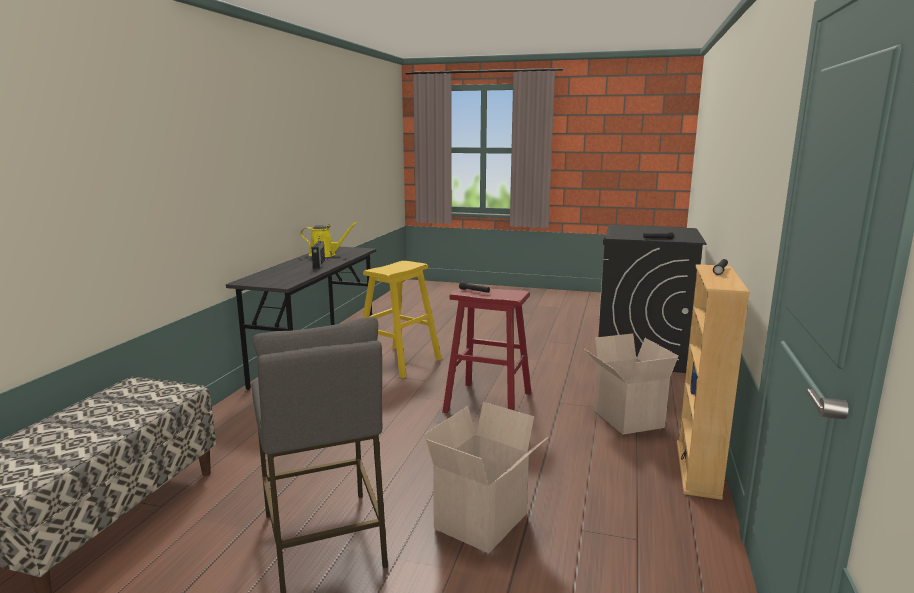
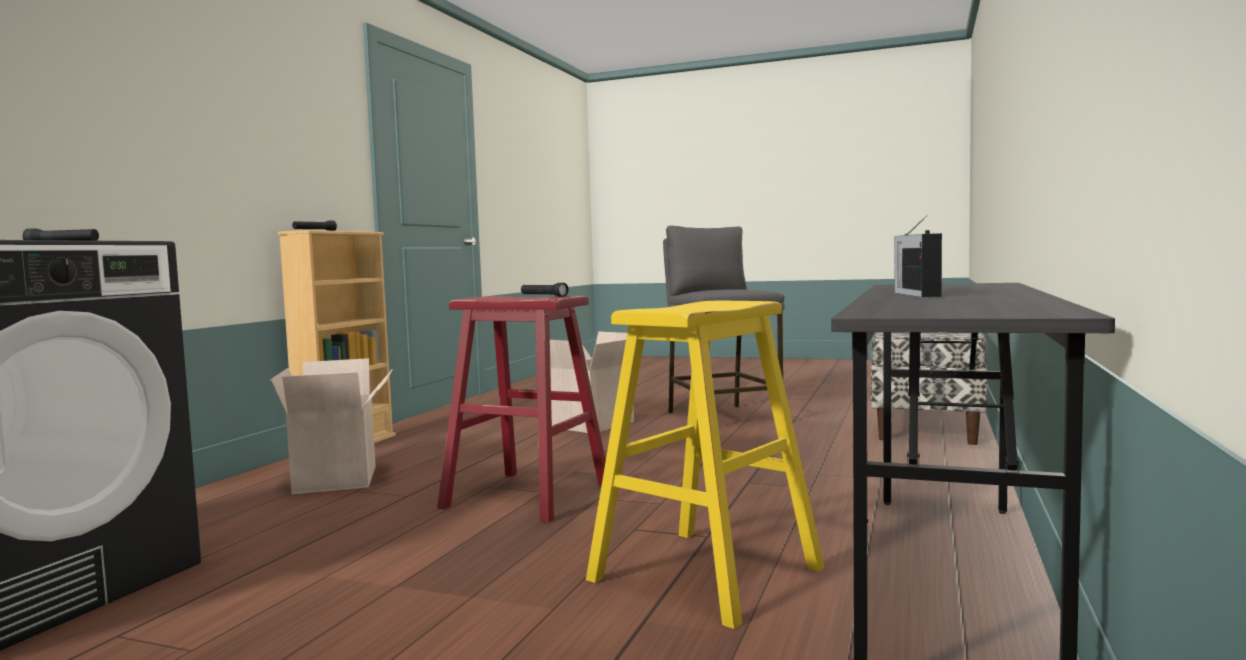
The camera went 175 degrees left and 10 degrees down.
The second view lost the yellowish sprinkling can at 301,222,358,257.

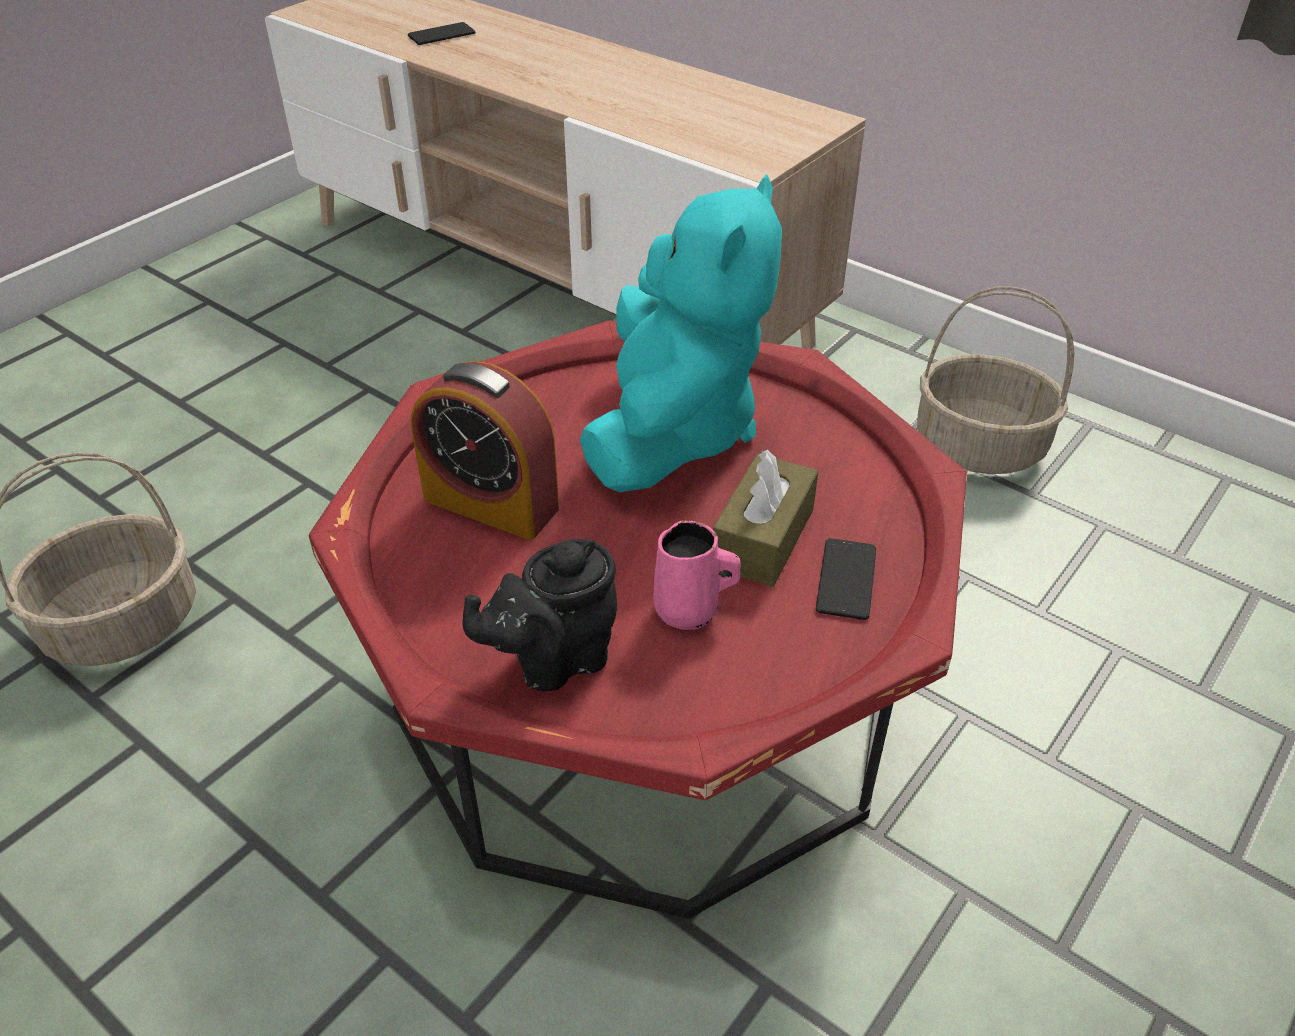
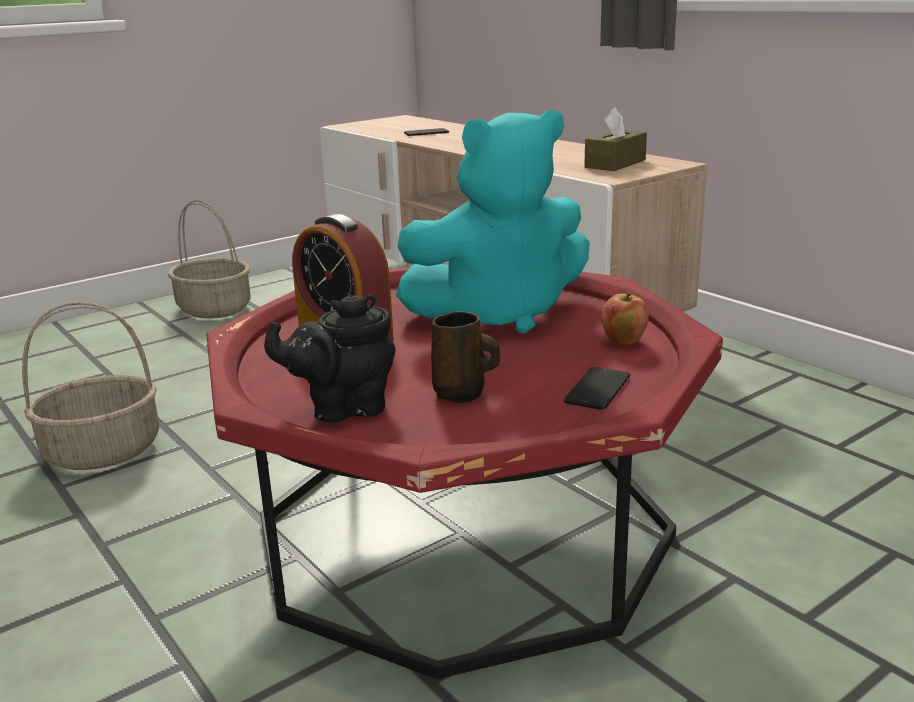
The camera went 15 degrees right and 20 degrees down.
The blue-green soft toy at 580,174,782,492 ended up facing another way, 45 degrees clockwise from before.
The storage basket ended up elsewhere, having gone from 917,286,1074,474 to 168,200,251,319.
The brown tissue holder ended up elsewhere, having gone from 713,450,818,587 to 584,107,647,171.
What was the pink-coloured mug at 653,520,741,630 turned into the brown mug at 431,311,500,403.
The second view gained the whole apple at 602,293,649,344.

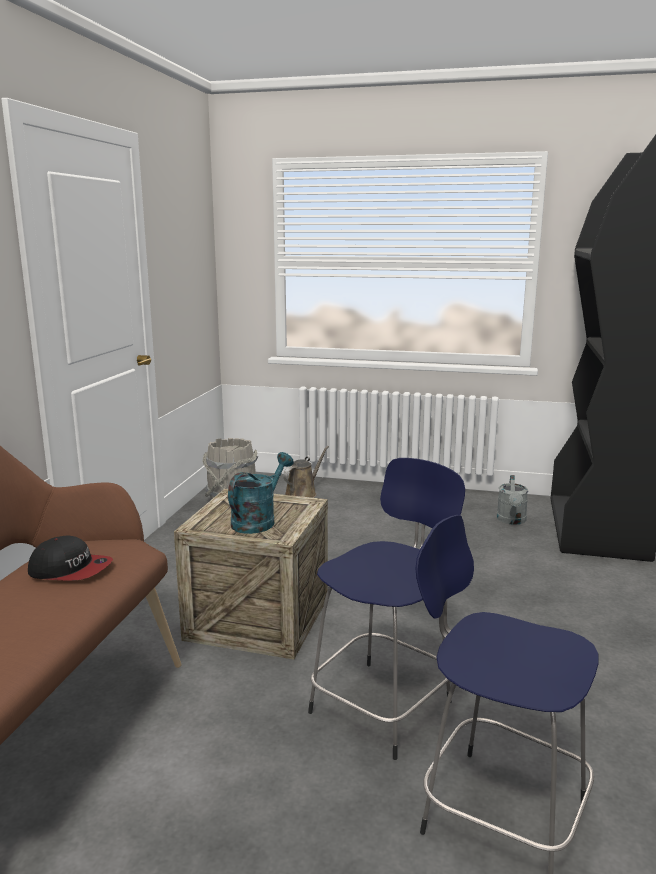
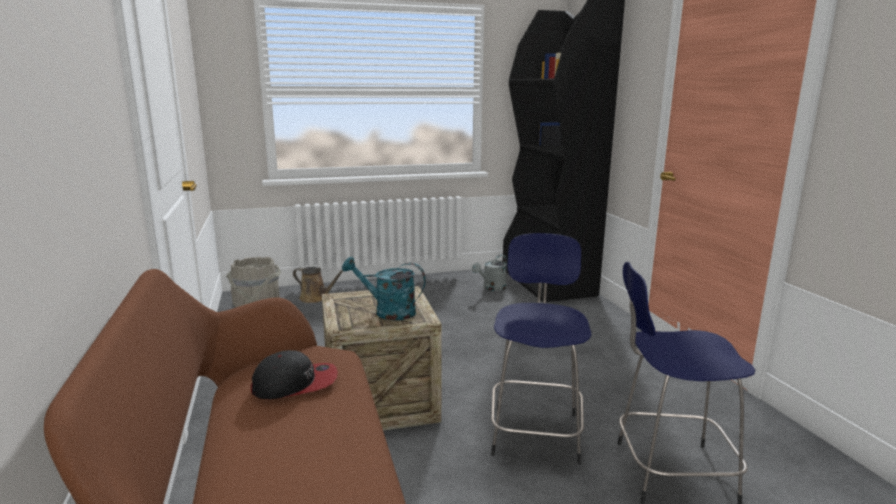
The camera went 30 degrees left and 0 degrees up.
The brown sprinkling can at 283,446,329,498 ended up facing another way, 105 degrees clockwise from before.
The blue-green sprinkling can at 228,452,294,534 ended up facing another way, 75 degrees counterclockwise from before.
The grey sprinkling can at 497,475,528,525 ended up facing another way, 60 degrees clockwise from before.

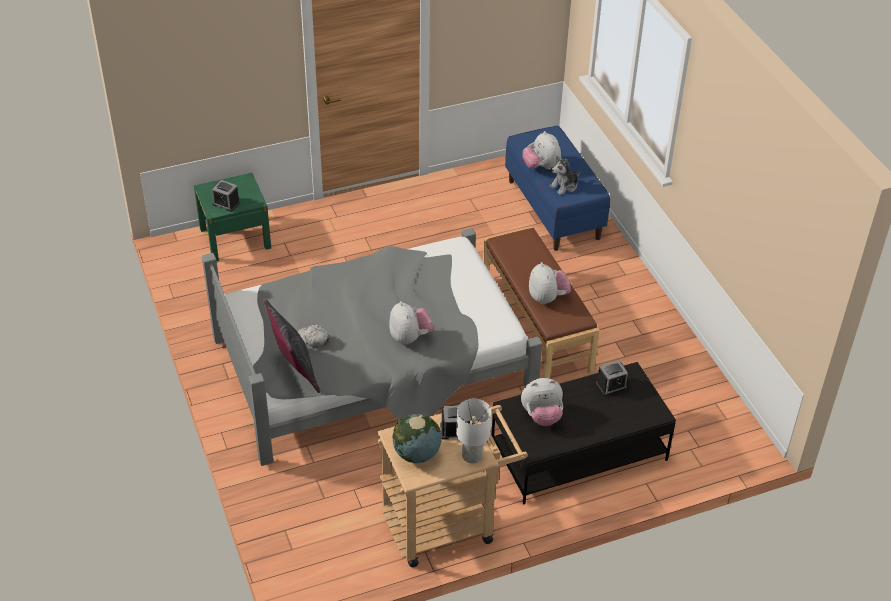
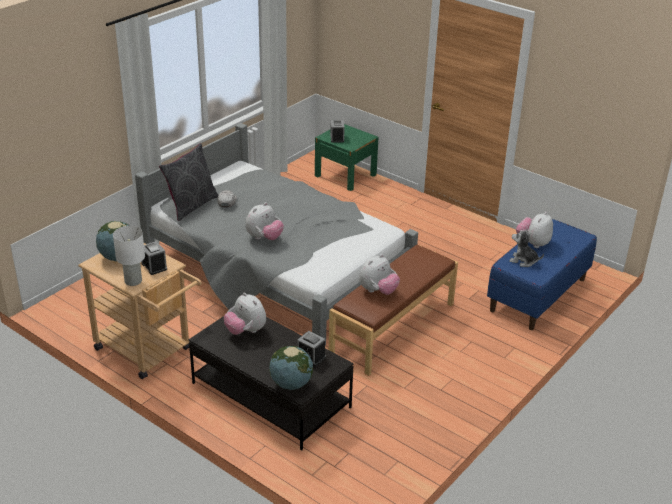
The camera went 60 degrees right and 10 degrees down.
The second view gained the desk globe at 269,346,313,390.

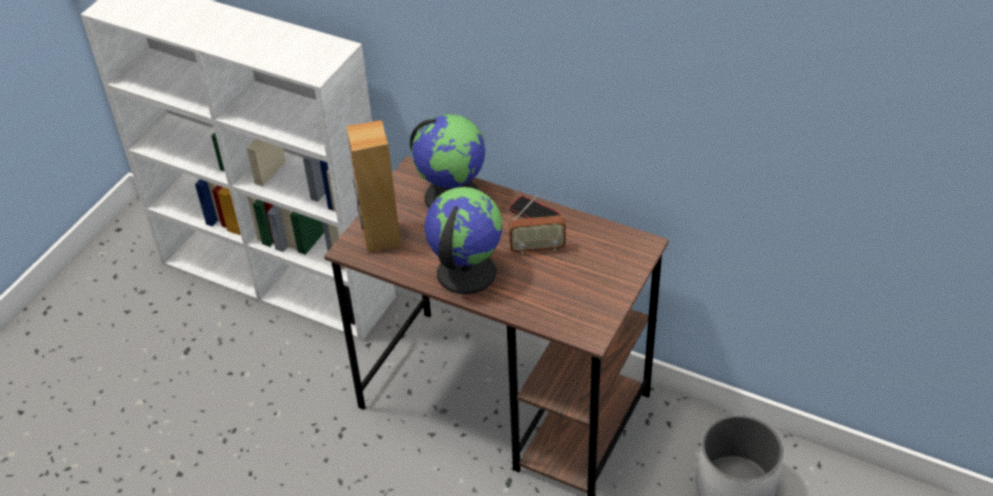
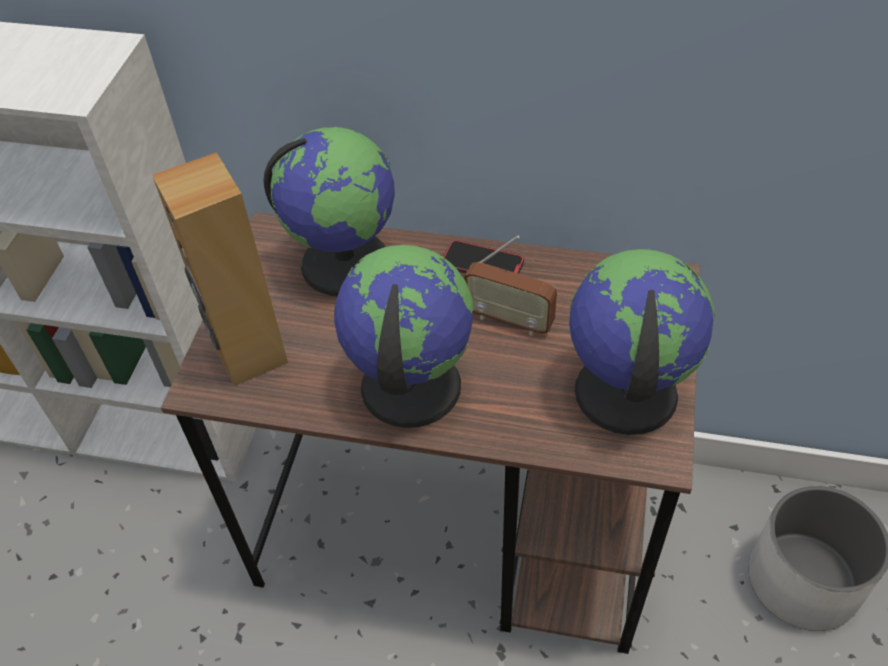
The camera went 15 degrees left and 5 degrees up.
The radio at 509,195,566,254 ended up facing another way, 45 degrees clockwise from before.
The second view gained the desk globe at 568,249,715,435.

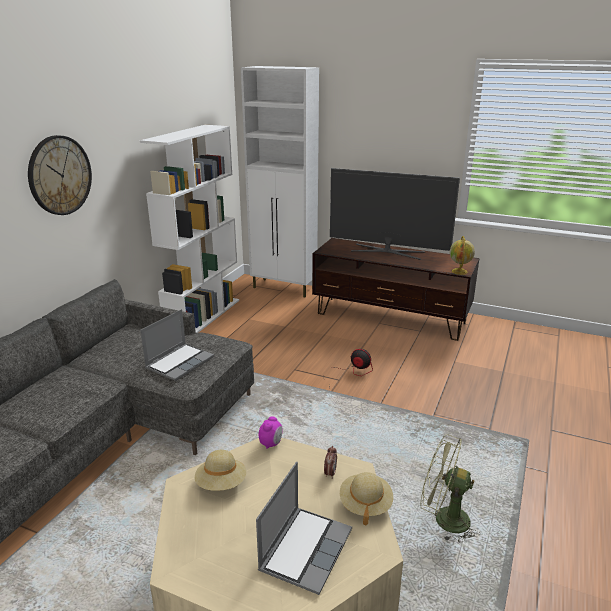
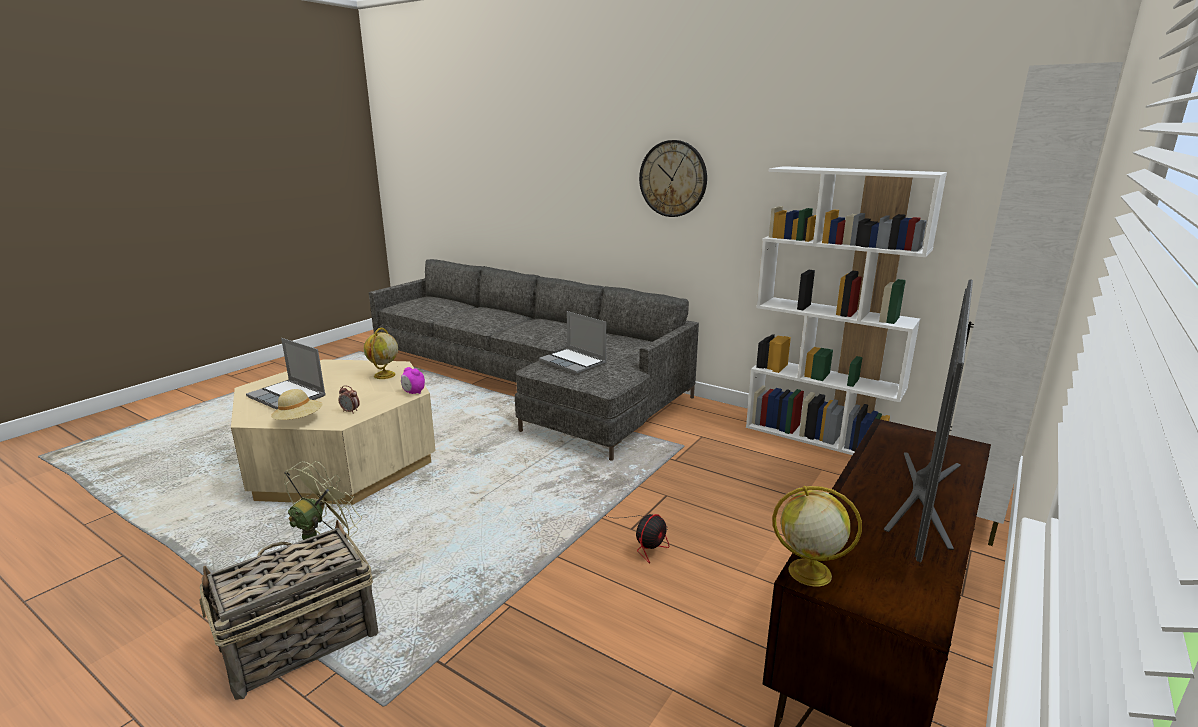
The camera went 100 degrees right and 5 degrees down.
Where the beige clothing hat stood at 195,450,246,491, the desk globe came to stand at 364,328,398,379.
The second view gained the storage basket at 199,520,379,700.

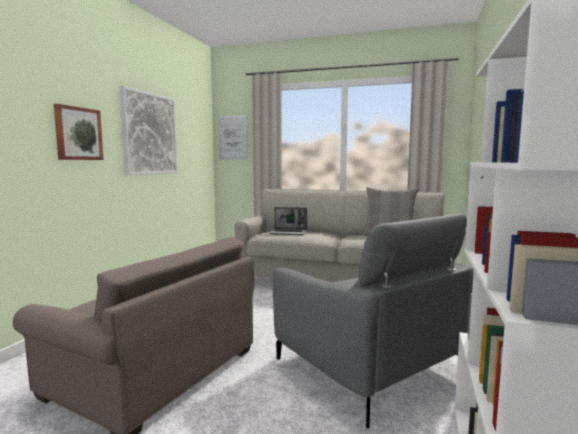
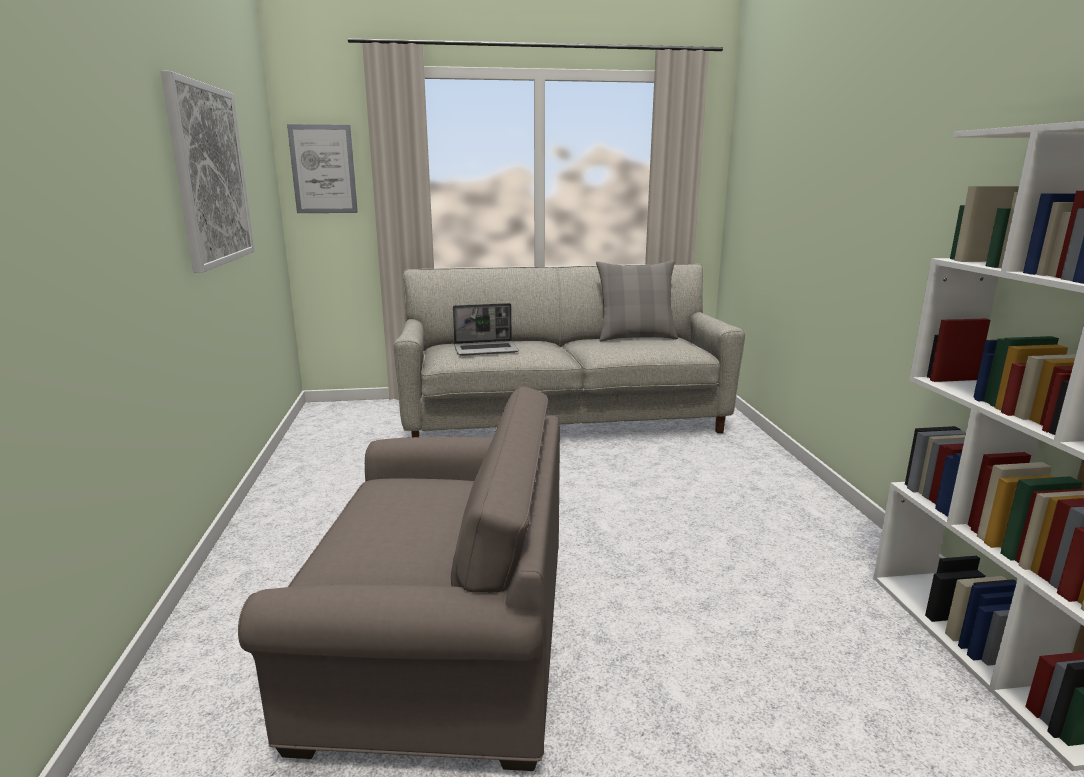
The camera went 25 degrees left and 10 degrees up.
The second view lost the picture at 54,104,103,160.
The second view lost the grey armchair at 273,214,474,428.

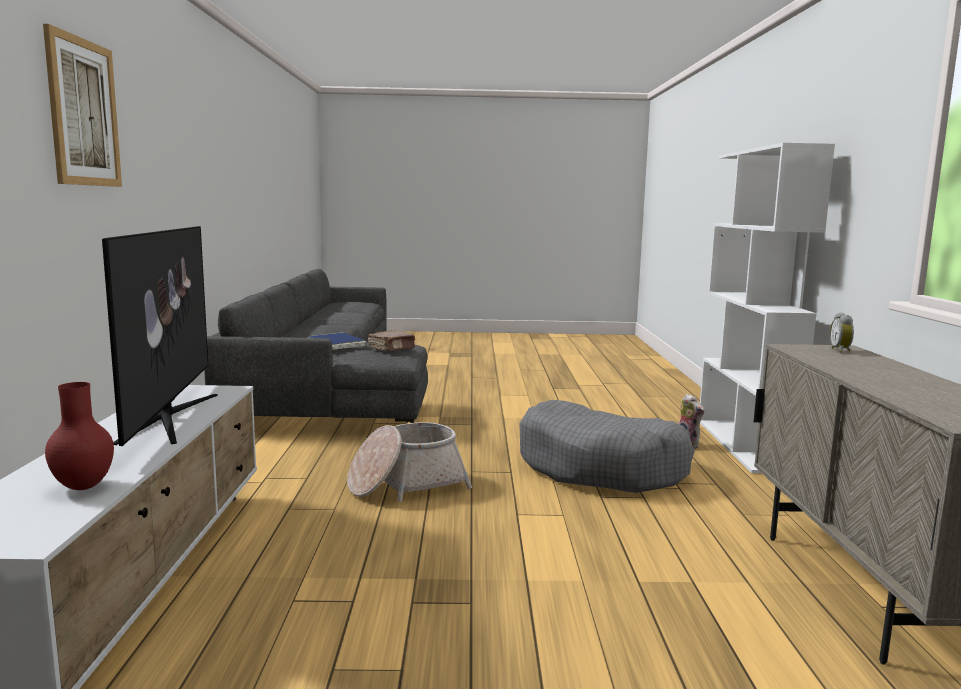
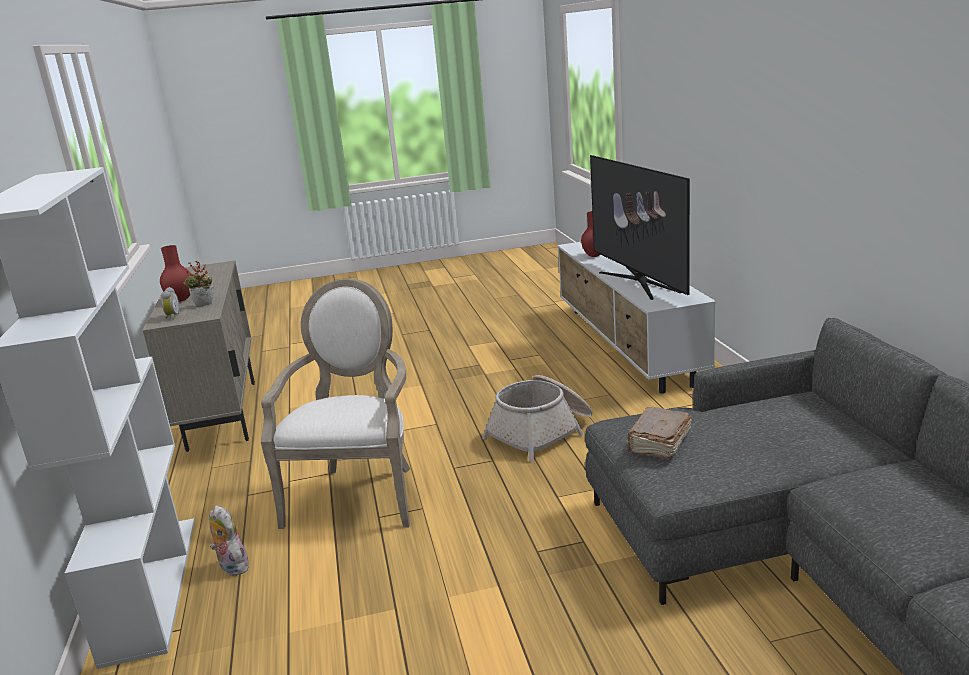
The camera went 170 degrees right and 10 degrees up.
The second view lost the picture at 43,24,122,187.
The second view lost the bluish volume at 308,333,367,350.
Where the grey dog bed stood at 519,400,695,493, the armchair came to stand at 261,279,410,529.
The second view gained the red flower vase at 160,245,190,302.
The second view gained the houseplant at 184,261,214,307.

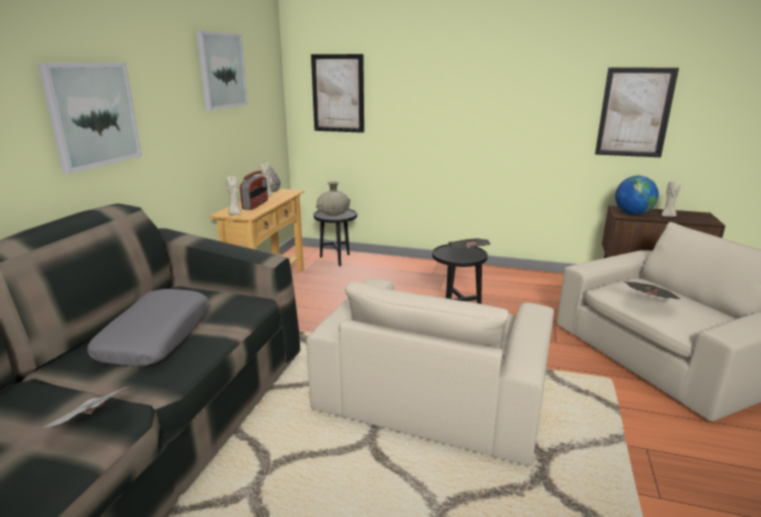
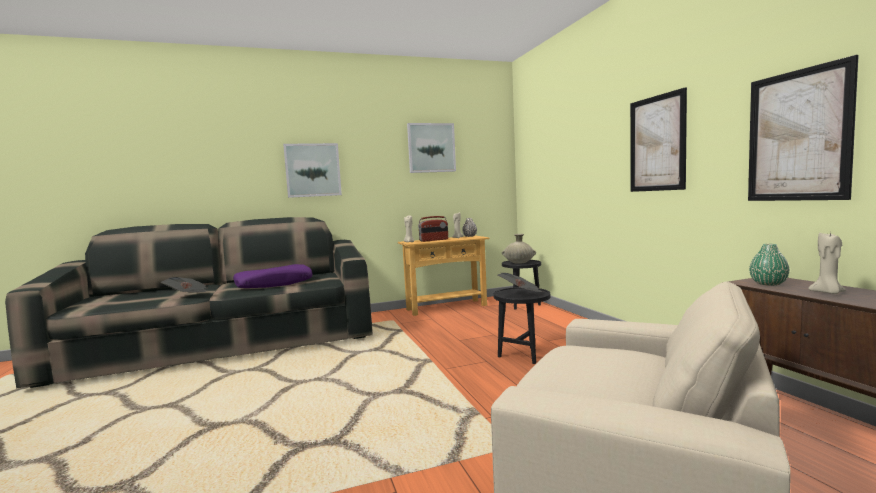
The camera went 55 degrees right and 15 degrees down.
The picture ended up elsewhere, having gone from 311,54,364,133 to 630,87,687,192.
Where the desk globe stood at 615,176,659,215, the greenish flower vase came to stand at 749,244,789,286.
The second view lost the beige armchair at 306,279,554,466.
The second view lost the daily paper at 624,281,680,300.
What was the grey pillow at 87,289,210,366 turned into the purplish pillow at 233,264,312,288.

